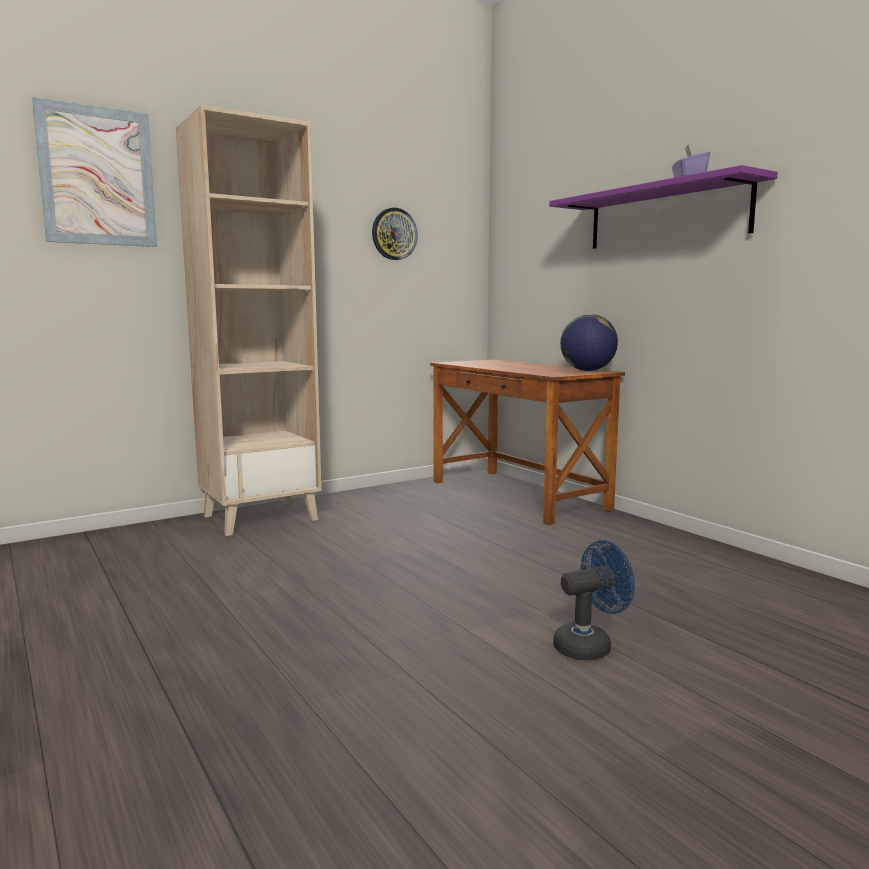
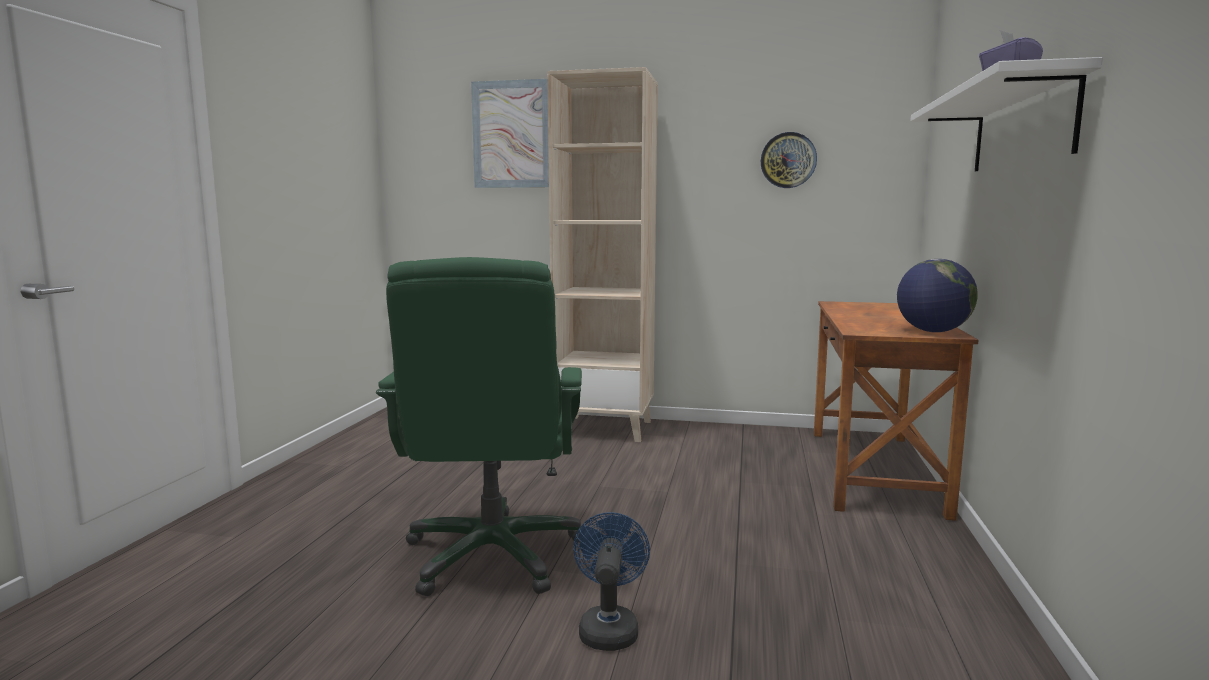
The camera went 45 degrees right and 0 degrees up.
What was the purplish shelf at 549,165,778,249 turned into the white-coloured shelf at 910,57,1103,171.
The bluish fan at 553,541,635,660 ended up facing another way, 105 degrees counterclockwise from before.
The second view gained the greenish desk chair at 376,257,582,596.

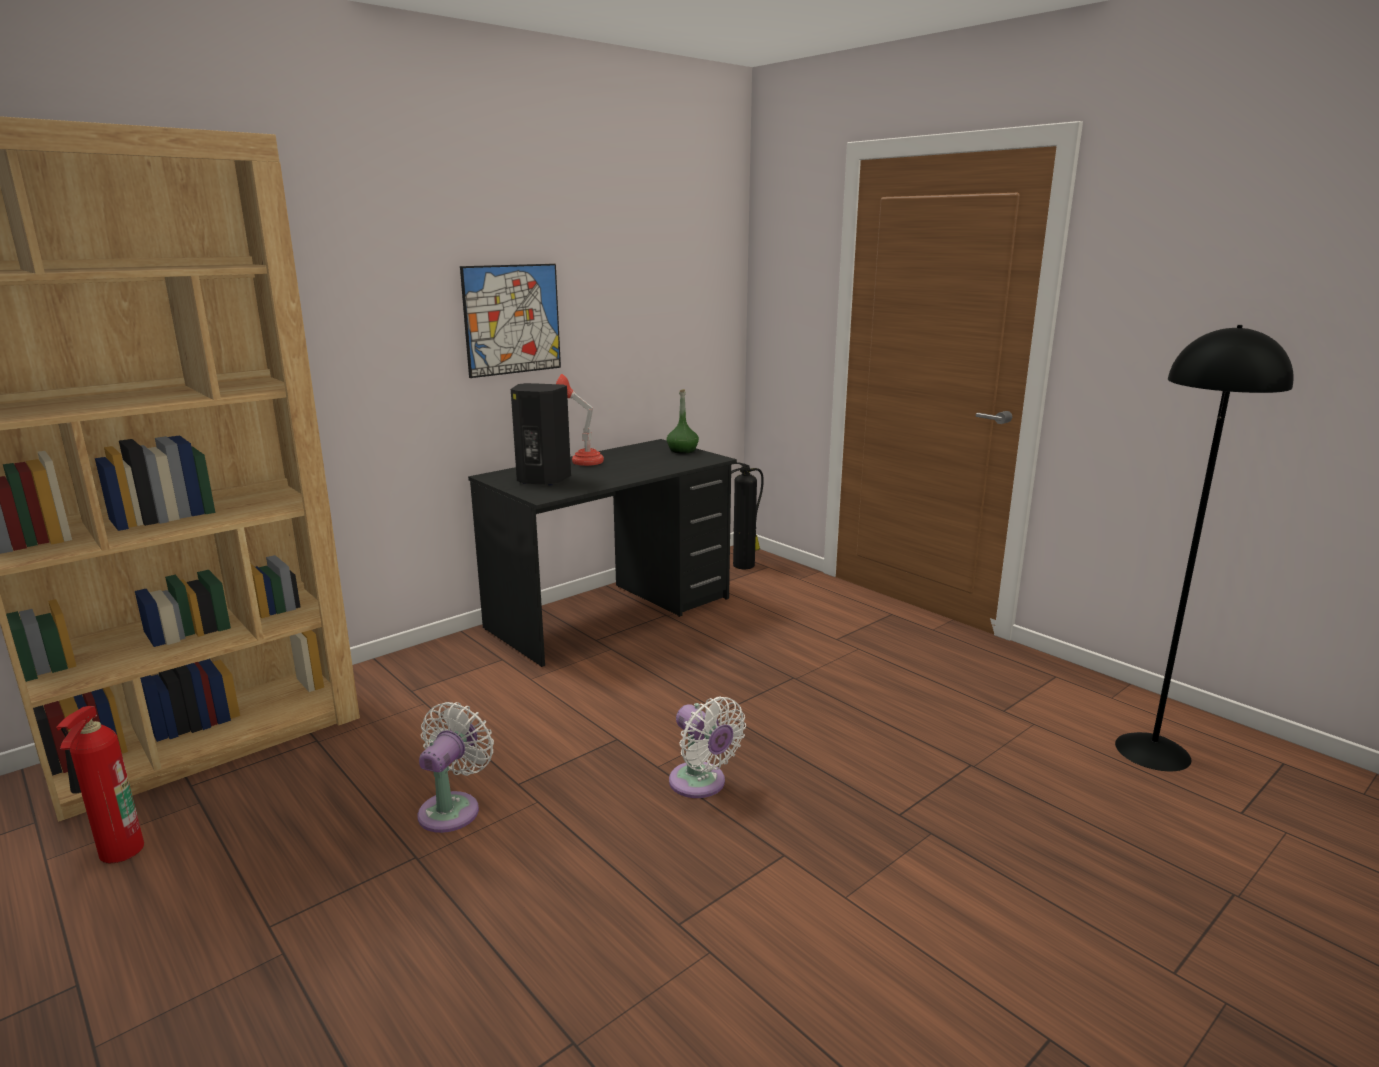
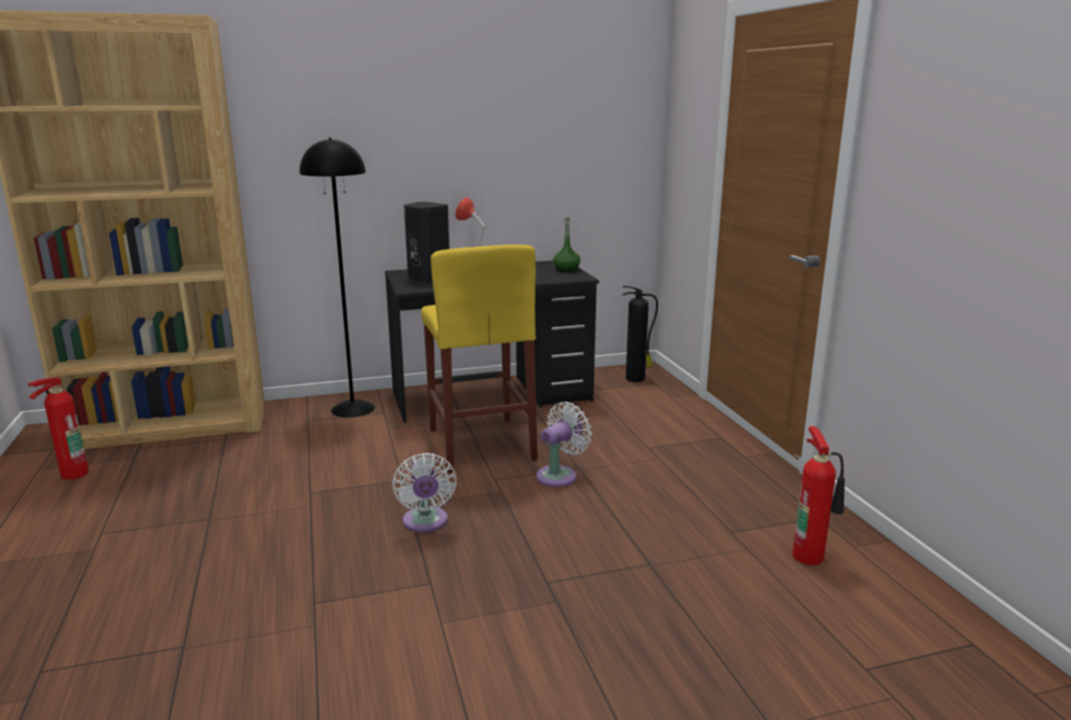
The camera went 25 degrees right and 0 degrees up.
The second view lost the picture at 460,264,561,378.
The black floor lamp ended up elsewhere, having gone from 1115,325,1294,771 to 300,138,375,418.
The white-coloured fan ended up elsewhere, having gone from 417,702,494,833 to 536,402,592,487.
The second view gained the yellowish stool seat at 421,245,538,473.
The second view gained the fire-fighting cylinder at 793,426,845,565.

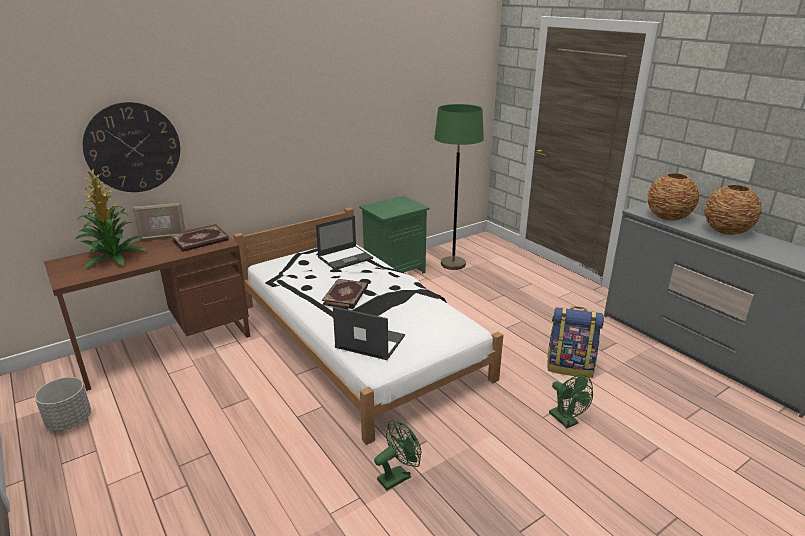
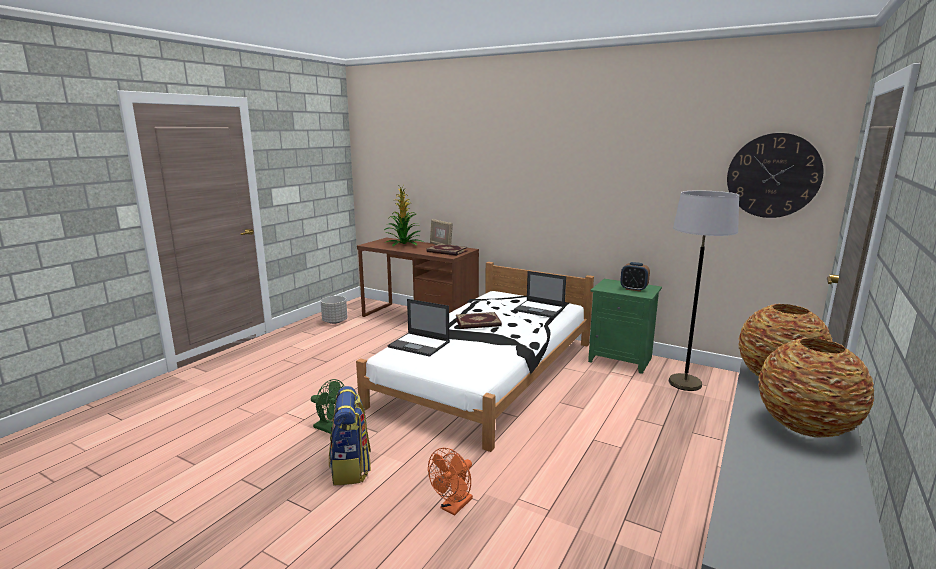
The camera went 65 degrees right and 10 degrees down.
The clock on the wall ended up elsewhere, having gone from 83,102,180,192 to 727,133,824,218.
What was the greenish floor lamp at 434,104,484,270 turned into the grey floor lamp at 669,191,739,391.
The rucksack ended up elsewhere, having gone from 547,306,604,378 to 329,386,371,485.
The laptop at 333,307,405,360 ended up facing another way, 120 degrees clockwise from before.
What was the greenish fan at 549,375,593,428 turned into the orange-coloured fan at 428,448,473,516.
The second view gained the alarm clock at 620,262,650,292.

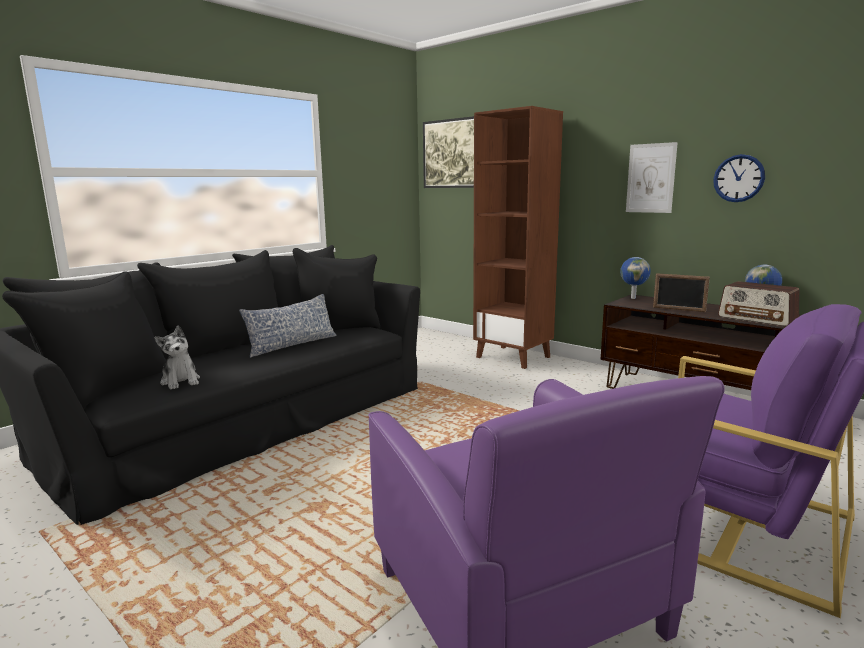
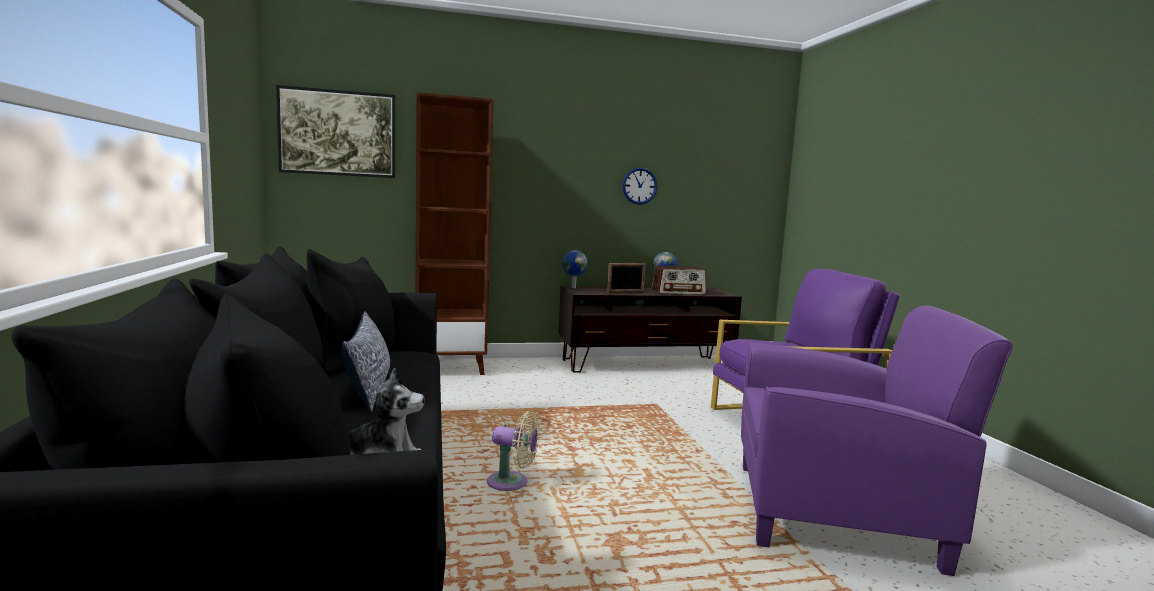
The camera went 55 degrees left and 5 degrees down.
The second view lost the picture at 626,142,678,213.
The second view gained the beige fan at 487,411,540,491.

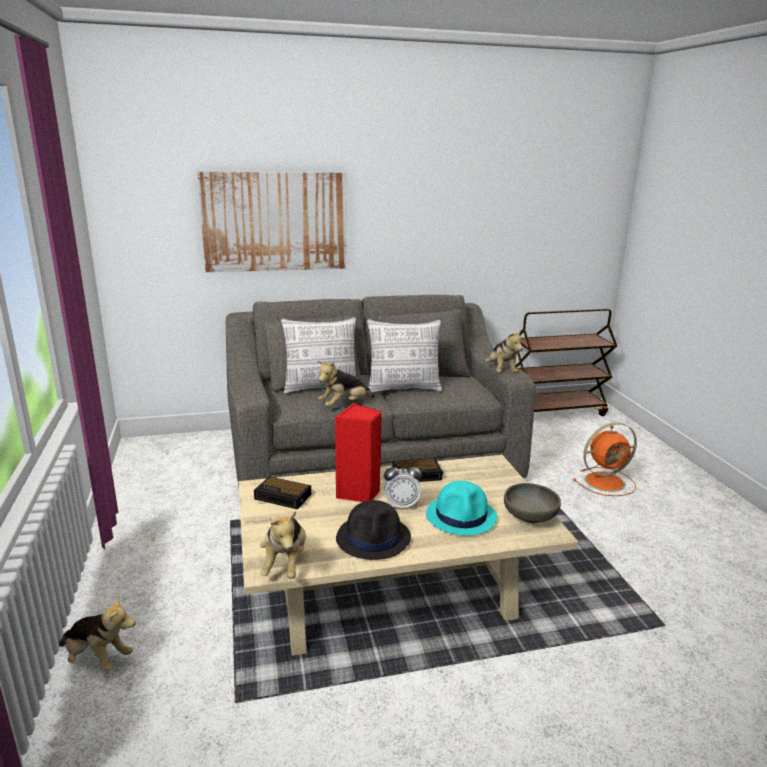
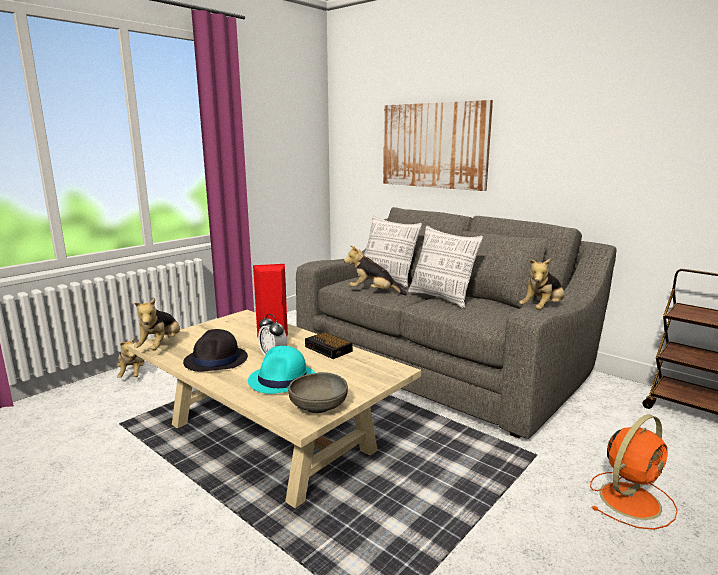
The camera went 55 degrees right and 5 degrees down.
The orange-coloured fan at 573,422,637,496 ended up facing another way, 75 degrees counterclockwise from before.
The second view lost the alarm clock at 254,476,311,509.
The soft toy at 260,511,306,579 ended up facing another way, 45 degrees counterclockwise from before.

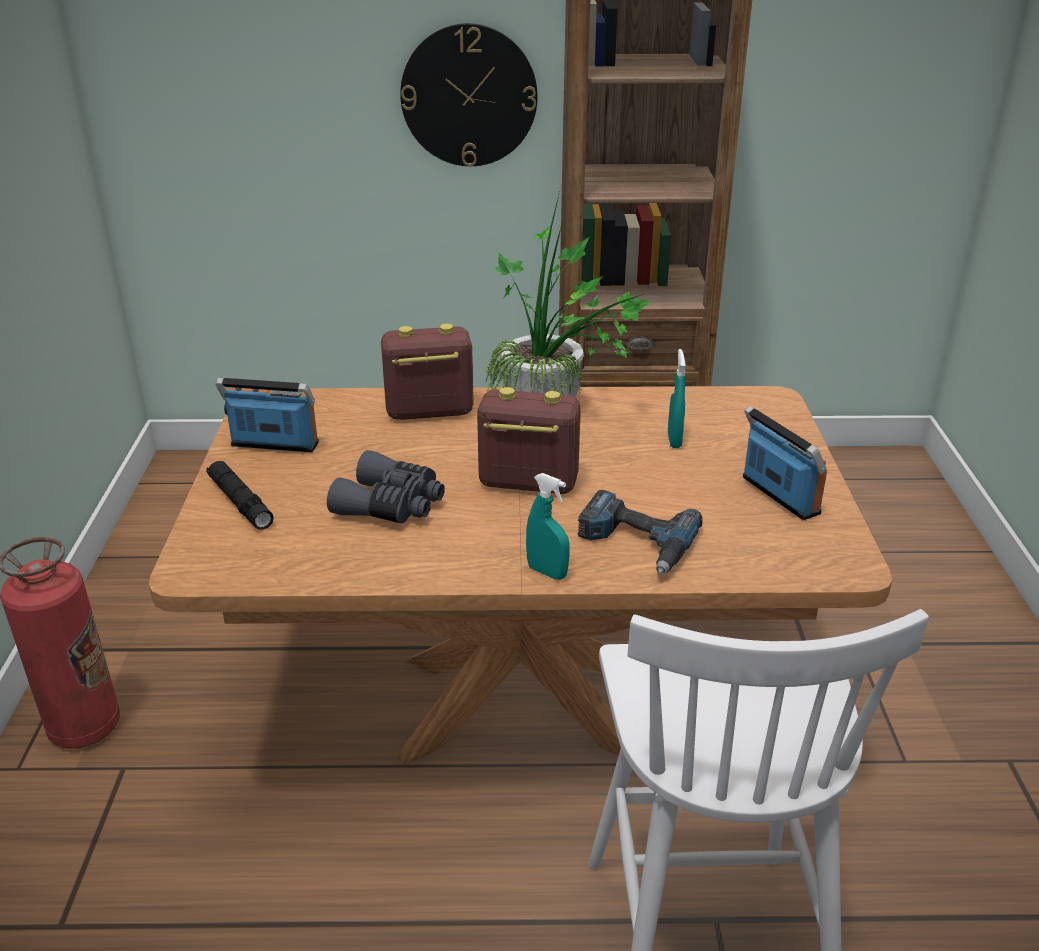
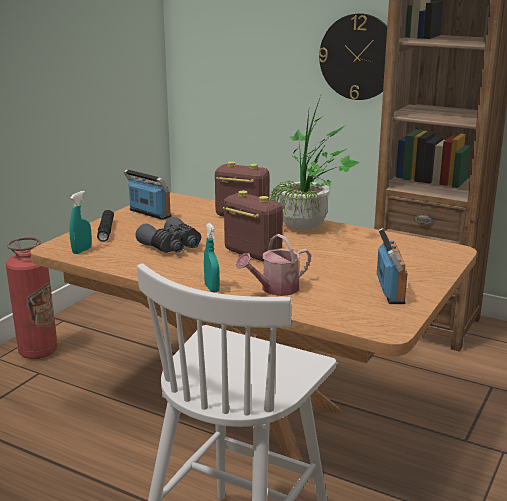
The camera went 30 degrees right and 10 degrees down.
The blue-green sprayer ended up elsewhere, having gone from 668,349,686,448 to 69,191,92,254.
Where the drill stood at 577,490,703,574, the sprinkling can came to stand at 236,234,311,296.

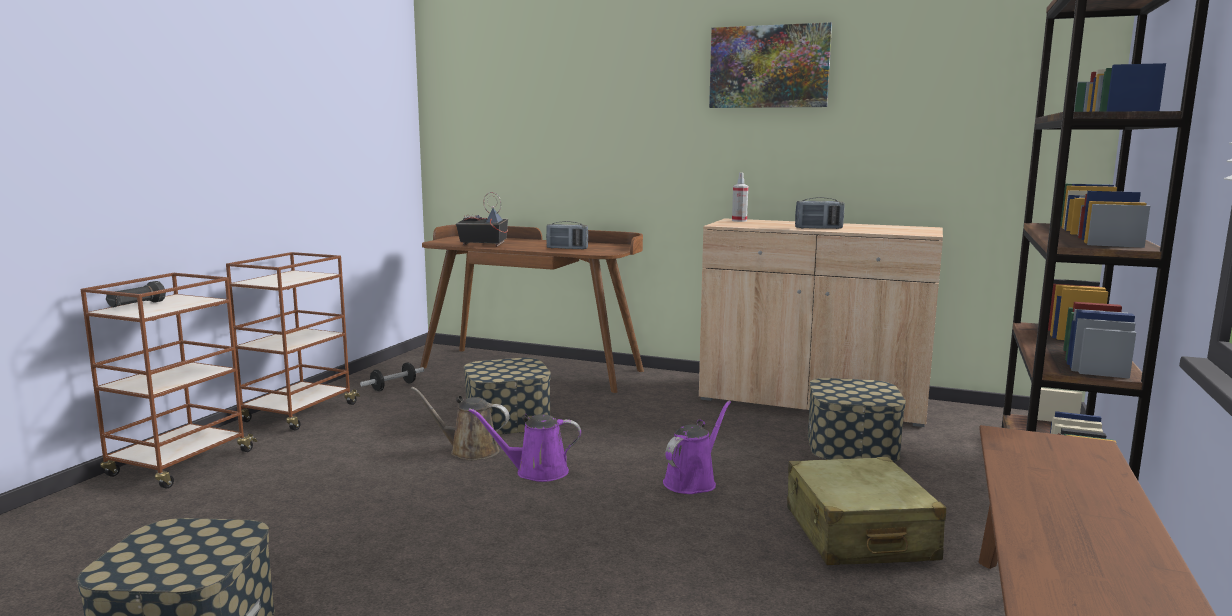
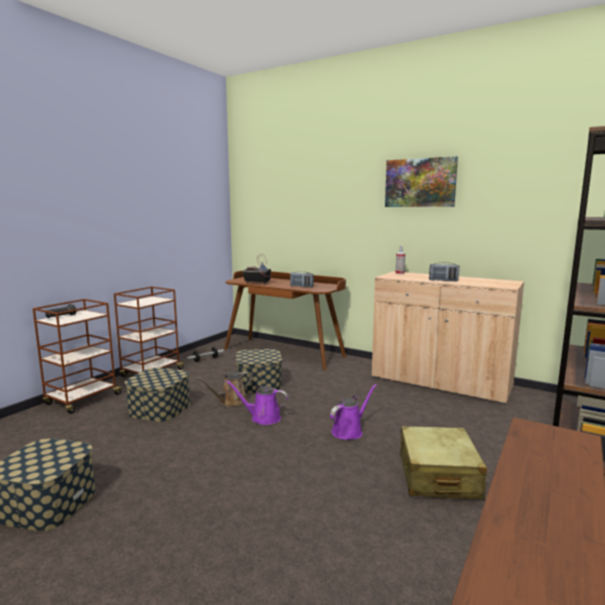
The camera went 10 degrees right and 0 degrees up.
The storage container ended up elsewhere, having gone from 807,378,906,462 to 125,367,190,422.
The brown sprinkling can at 411,387,510,460 ended up facing another way, 60 degrees counterclockwise from before.

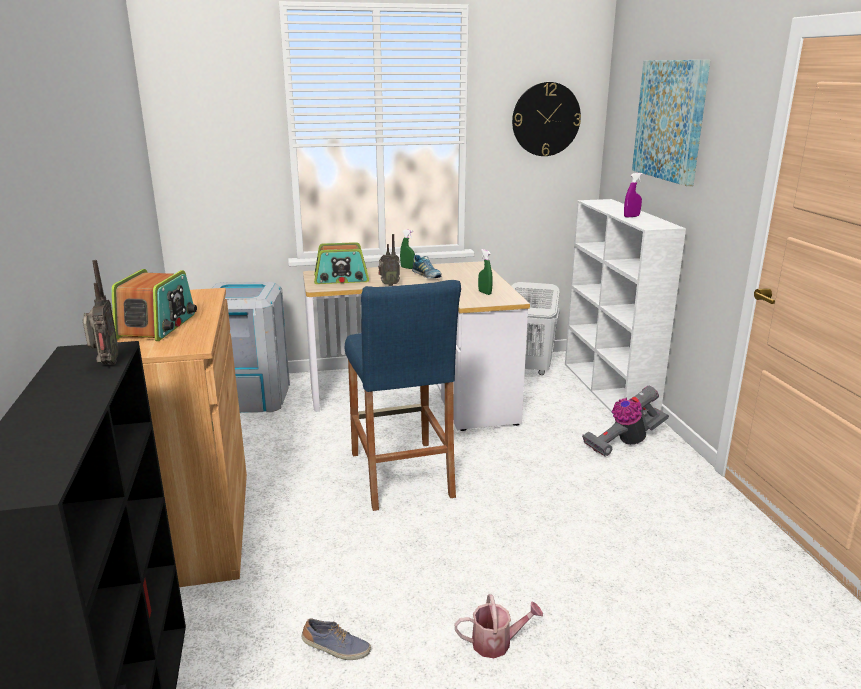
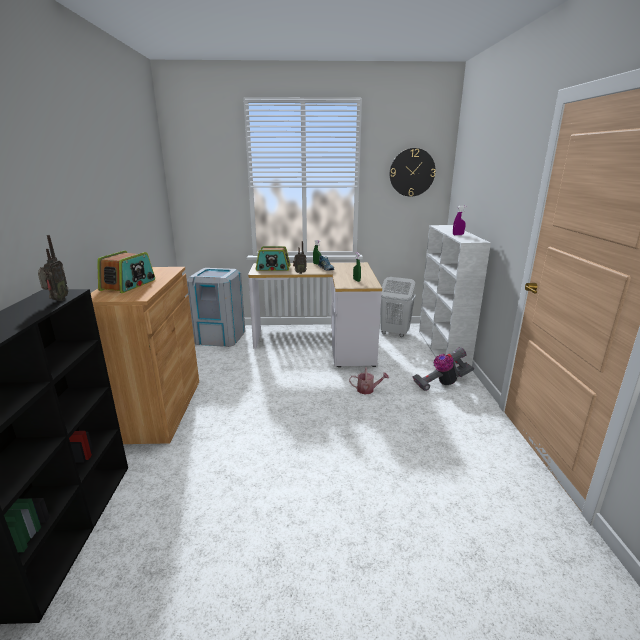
The camera went 10 degrees right and 0 degrees up.
The second view lost the picture at 632,60,711,186.
The second view lost the bluish stool seat at 345,280,461,511.
The sprinkling can ended up elsewhere, having gone from 454,594,543,658 to 349,367,389,395.
The second view lost the shoe at 301,619,371,660.

